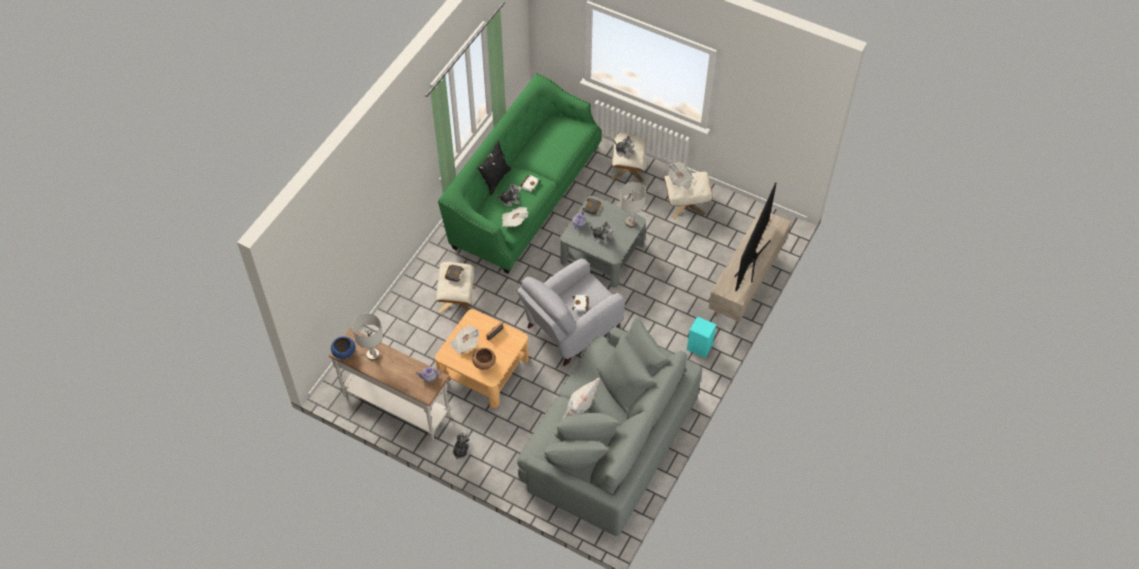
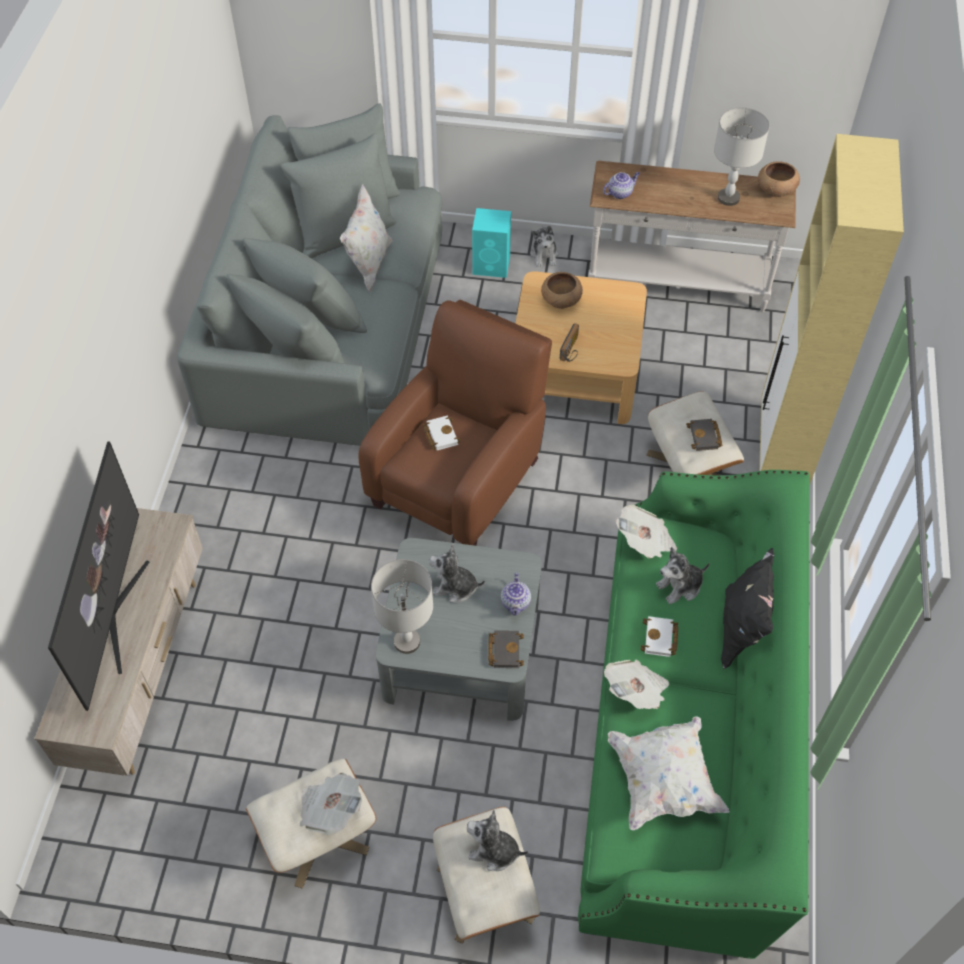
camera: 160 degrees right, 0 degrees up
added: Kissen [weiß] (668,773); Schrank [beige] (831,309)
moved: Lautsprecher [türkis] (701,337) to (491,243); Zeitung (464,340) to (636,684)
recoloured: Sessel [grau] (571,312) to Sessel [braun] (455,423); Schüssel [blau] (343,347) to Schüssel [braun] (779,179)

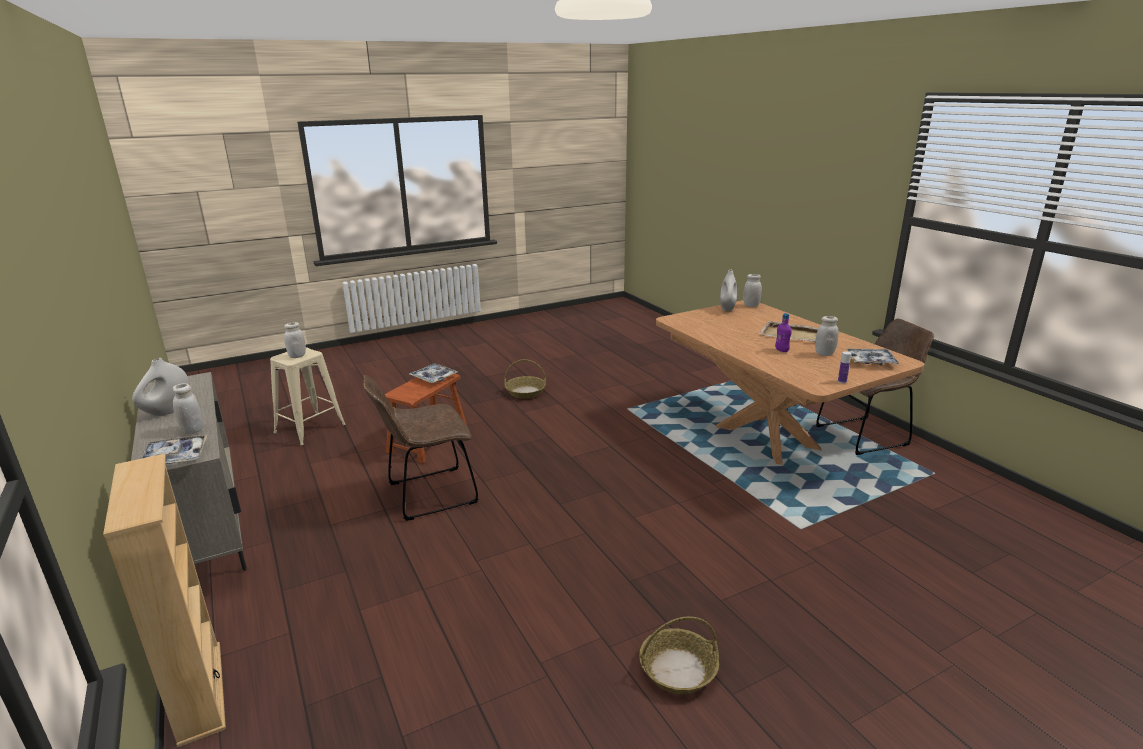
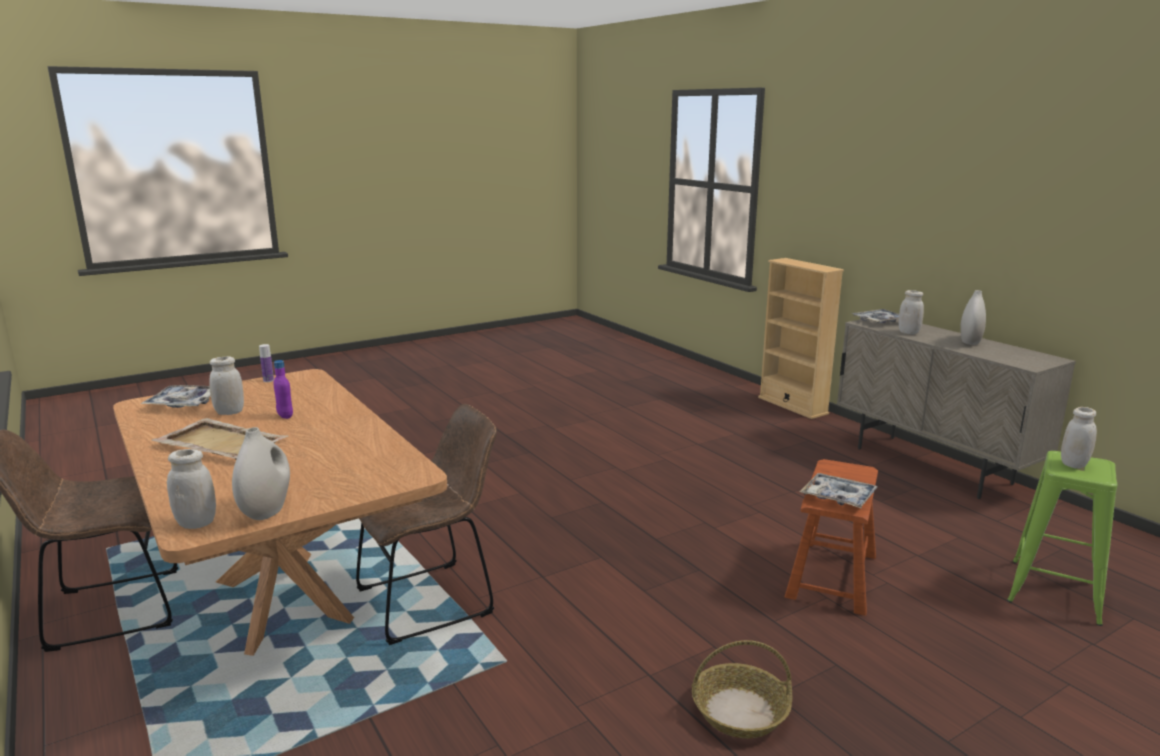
camera: 175 degrees right, 5 degrees down
removed: Korb (679,655)
moved: Stuhl [braun] (420,448) to (426,524)
recoloured: Hocker [beige] (308,396) to Hocker [grün] (1062,538)

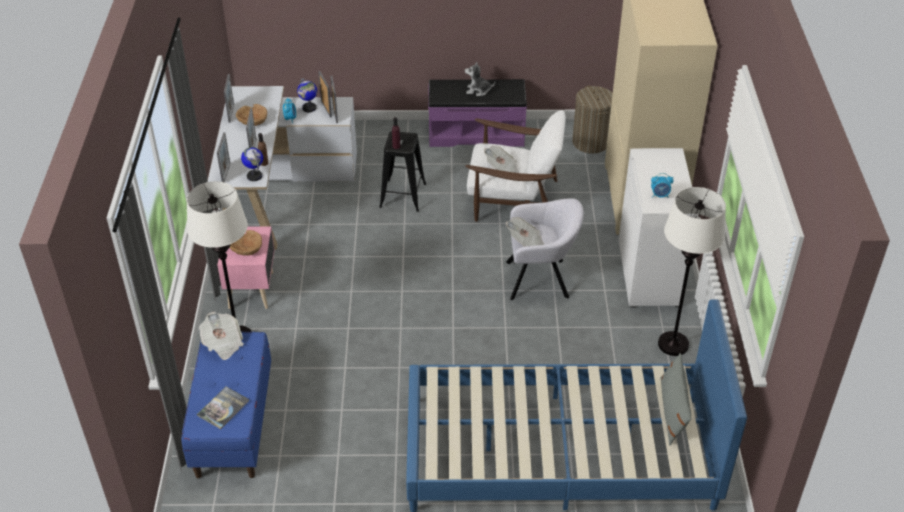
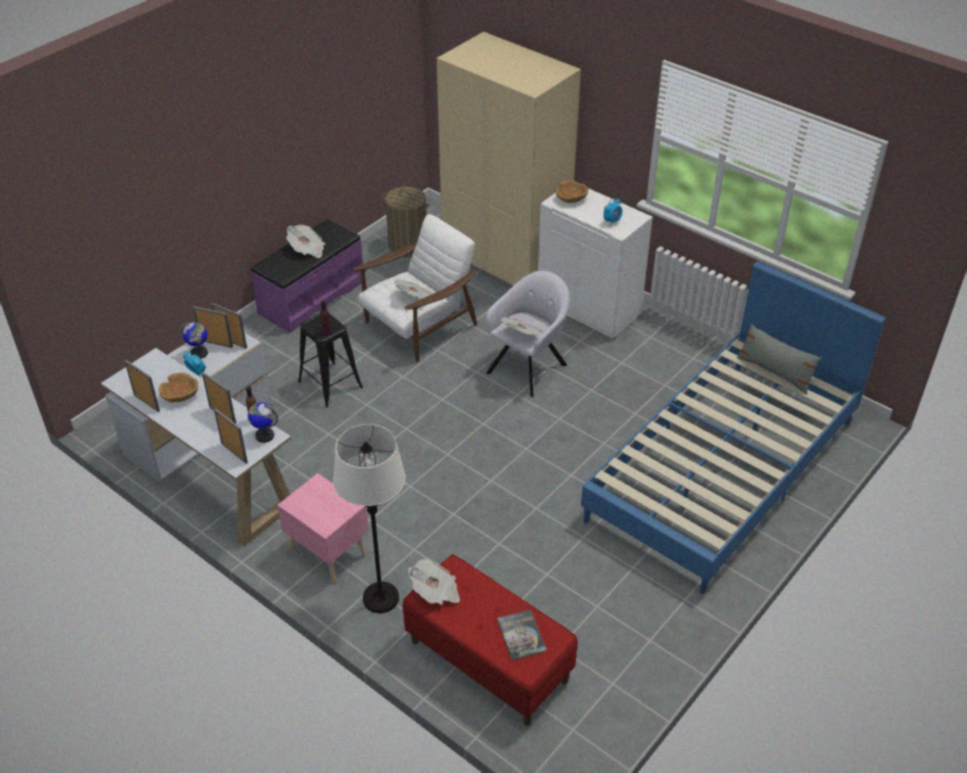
camera: 50 degrees left, 0 degrees up
removed: Stehlampe [weiß] (692,271)
moved: Schüssel [braun] (246,242) to (571,191)
replaced: Plüschtier (480,78) to Zeitung (305,241)
recoloured: Bank [blau] (226,405) to Bank [rot] (490,640)

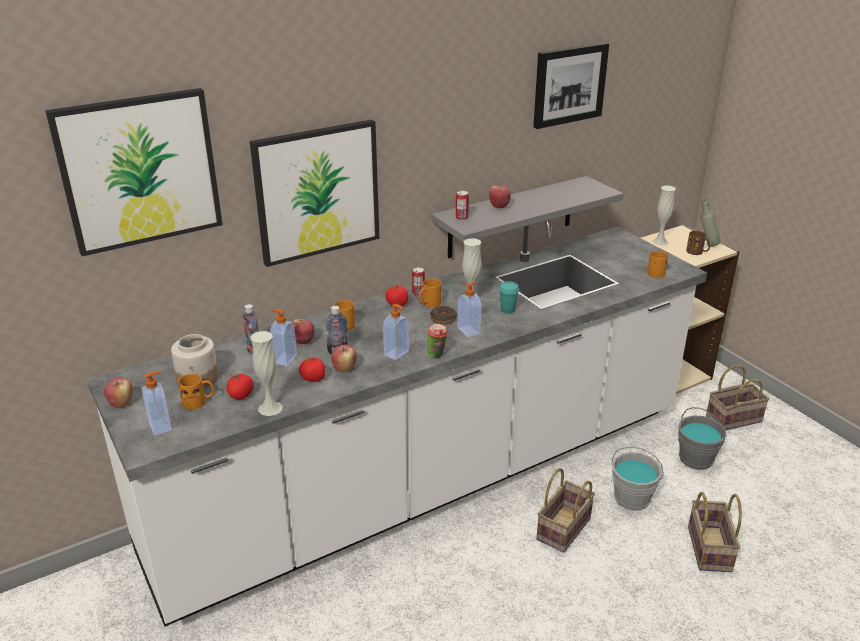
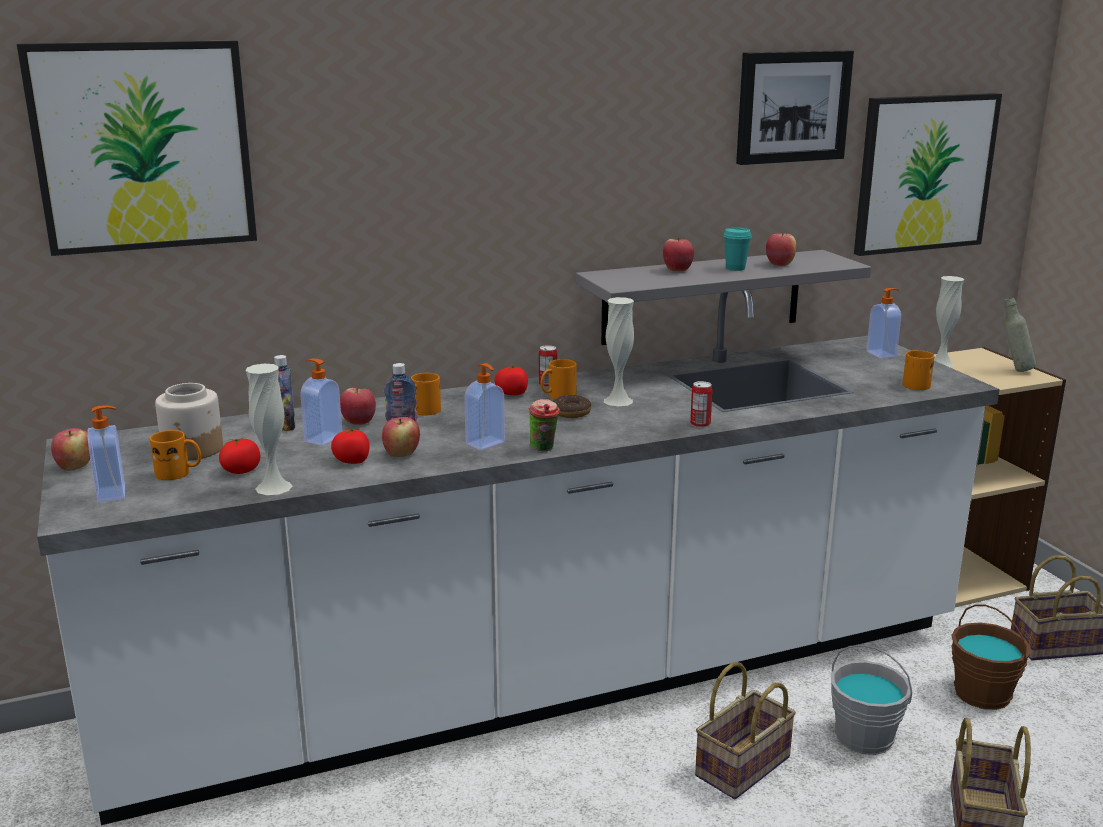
camera: 10 degrees right, 10 degrees down
removed: Henkelbecher [braun] (698,243)
added: Apfel (781,249)
moved: Dose (462,205) to (701,404); Tasse [türkis] (509,297) to (737,249); Bild (315,193) to (928,174); Seifenspender (469,309) to (883,323)
recoloured: Eimer [grau] (702,438) to Eimer [braun] (991,657)

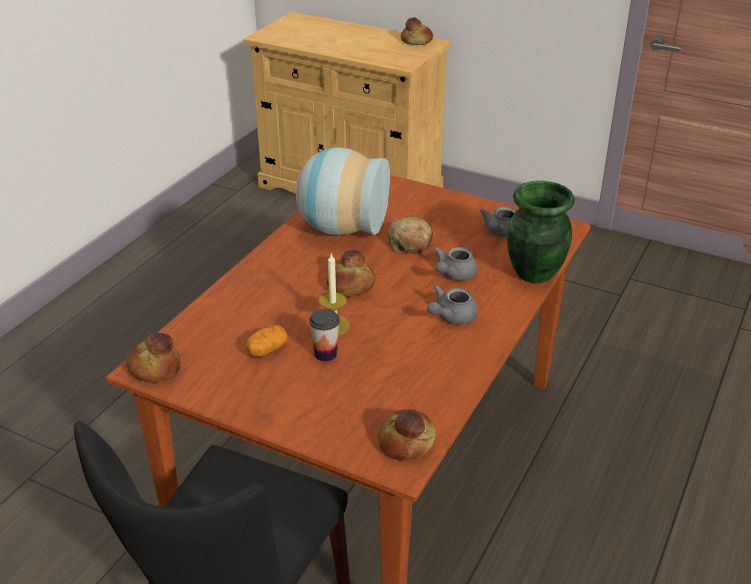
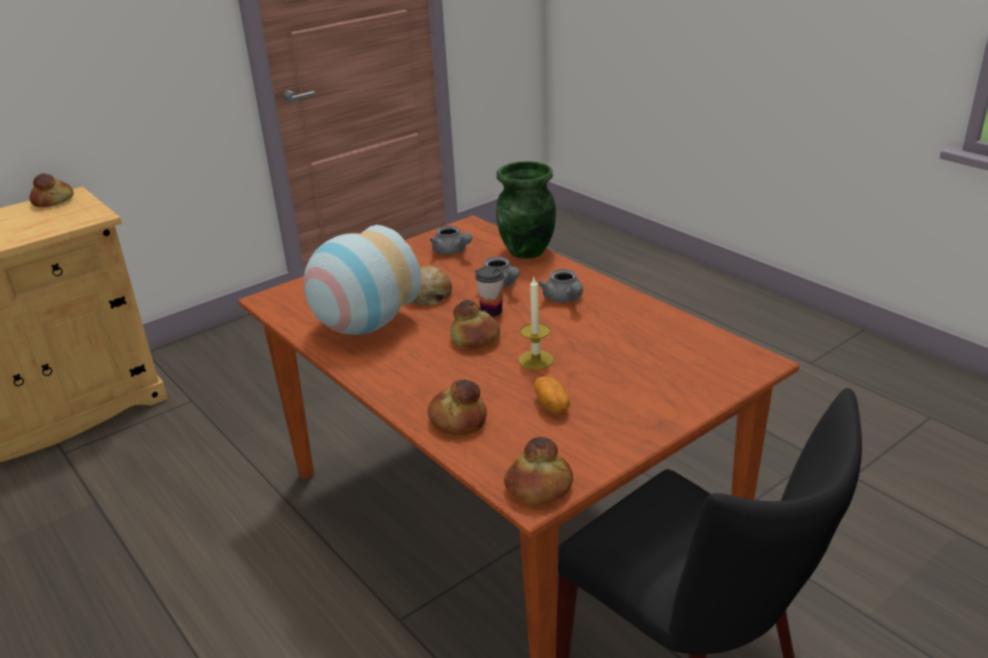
camera: 65 degrees left, 5 degrees down
moved: Brot (407,435) to (457,407); Tasse (324,335) to (489,291)

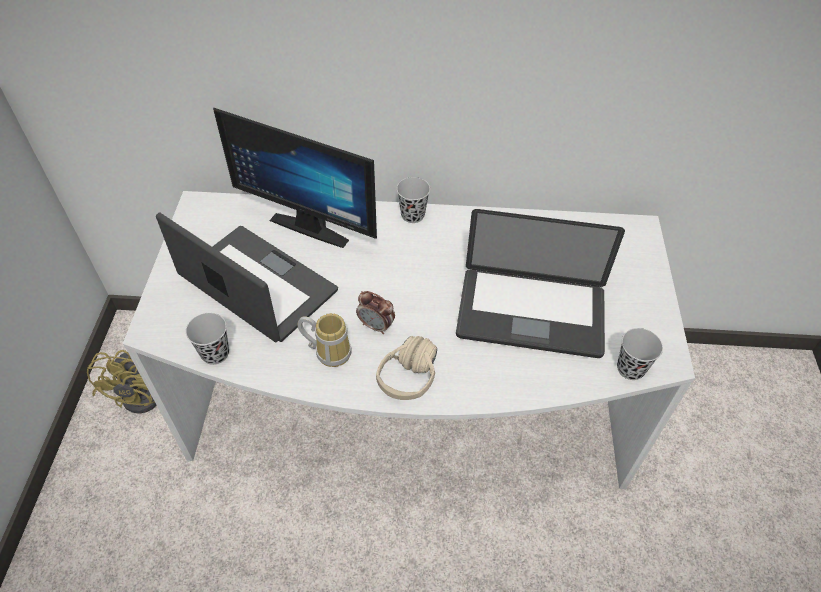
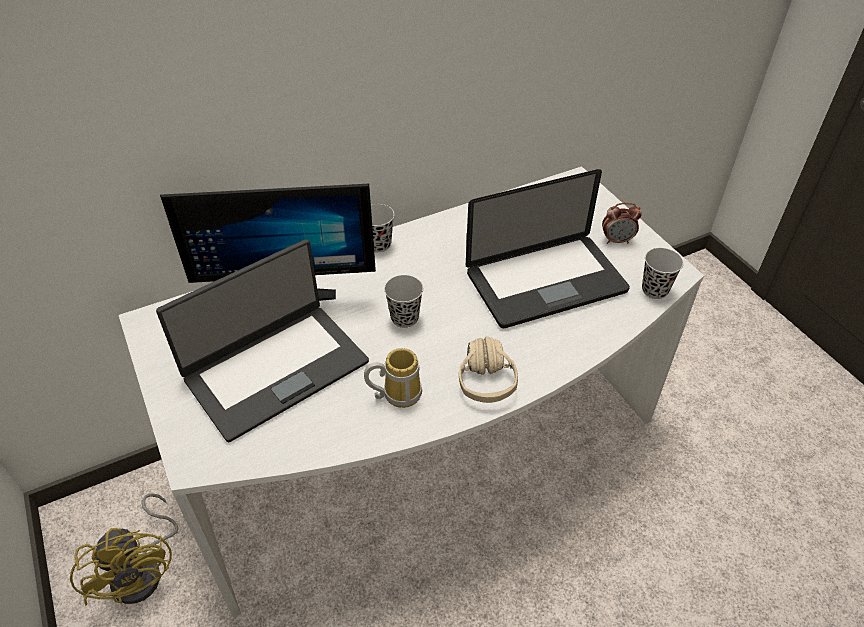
camera: 30 degrees left, 5 degrees down
moved: Tasse [schwarz] (207,339) to (403,301); Wecker (375,312) to (622,223)
turned: Laptop (247,277) = (262,340) 135 degrees clockwise

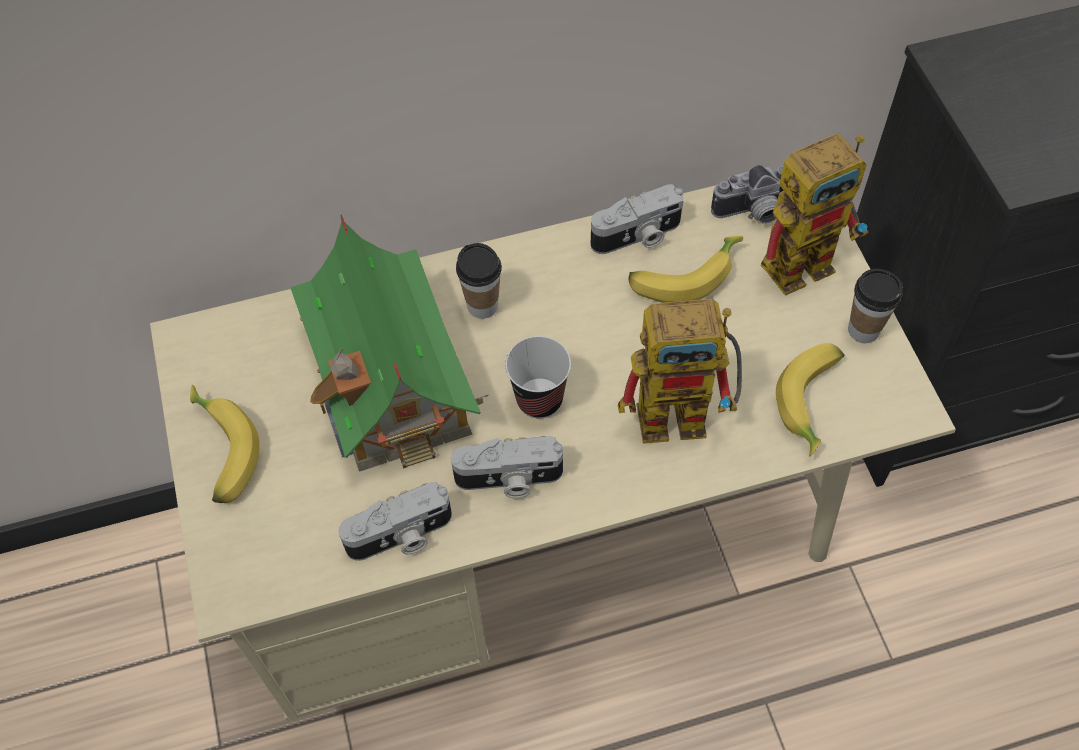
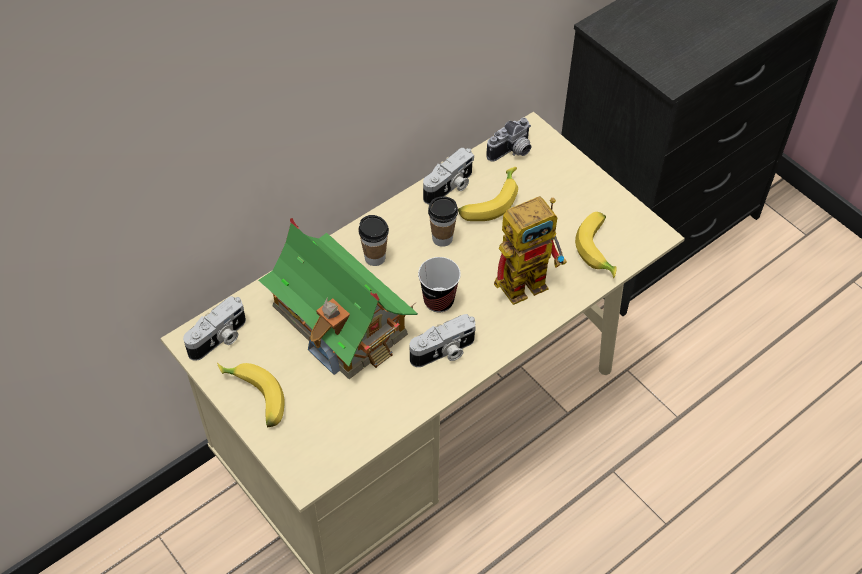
camera: 25 degrees left, 5 degrees down
removed: Spielzeugroboter (815,214)
moved: Kamera (395,521) to (214,328); Tasse (875,306) to (443,221)

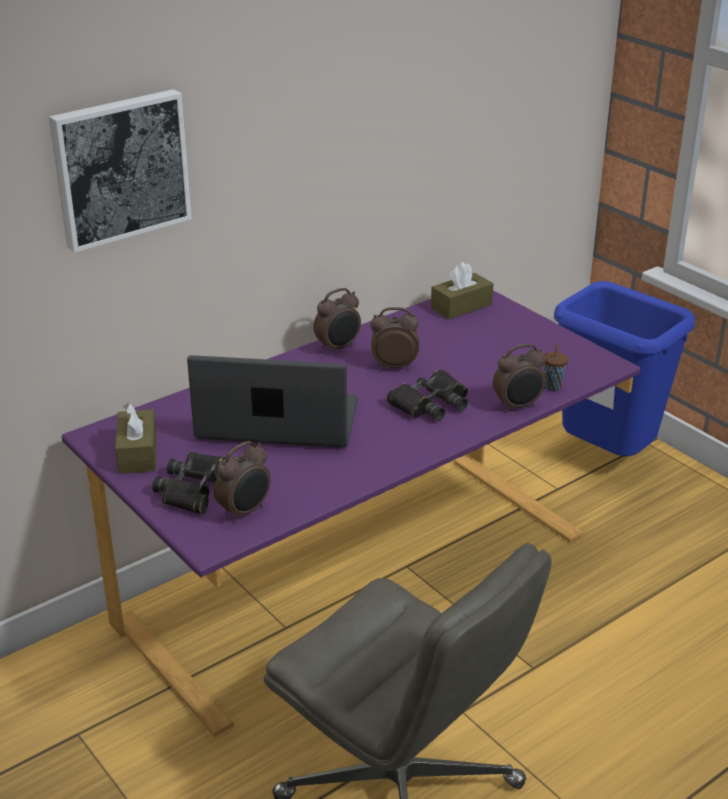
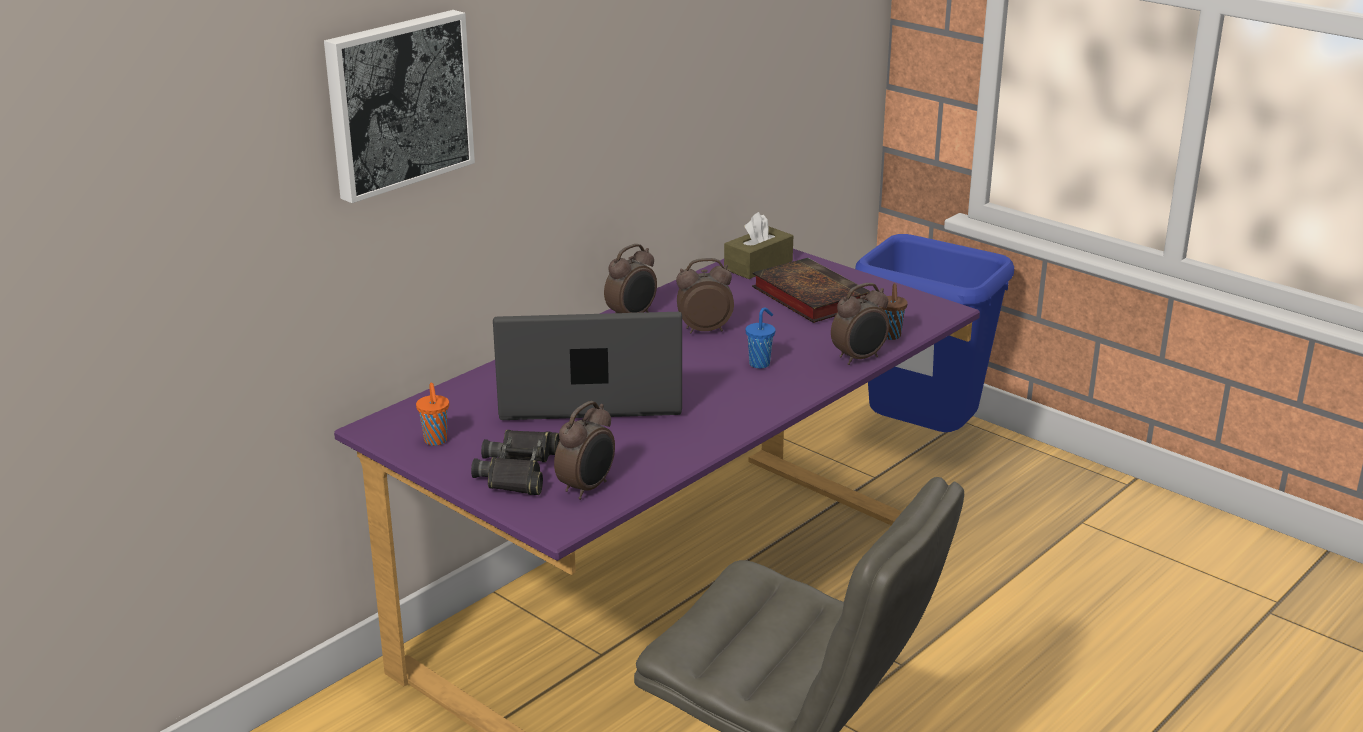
camera: 10 degrees left, 5 degrees down
added: Buch (811,290)
replaced: Taschentuchbox [braun] (136,438) to Tasse [orange] (432,414); Fernglas [schwarz] (427,395) to Tasse [blau] (761,338)

